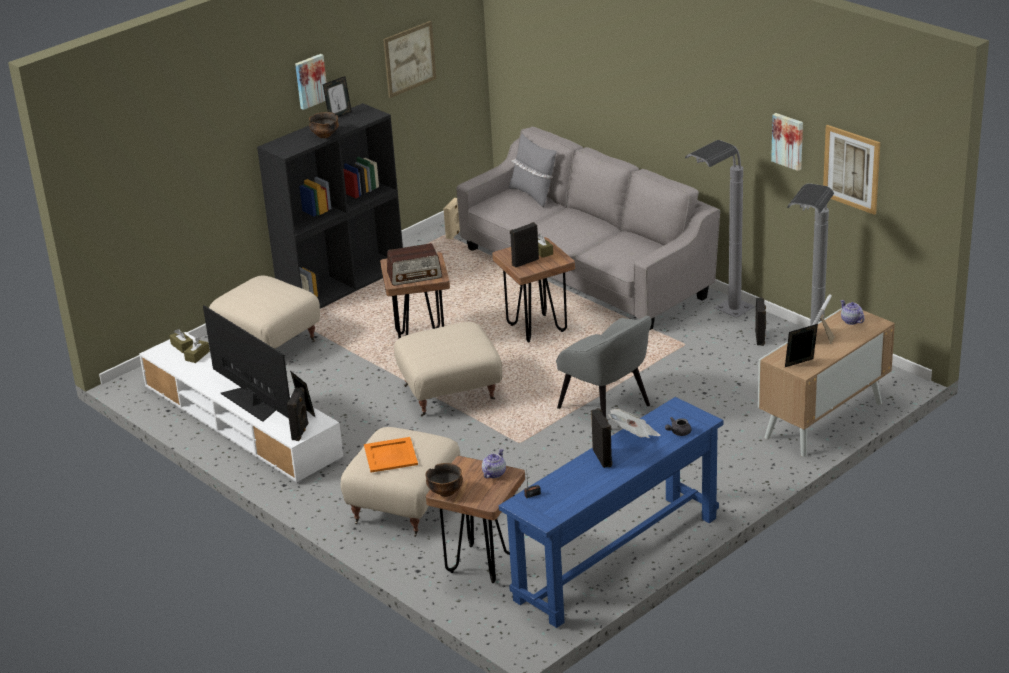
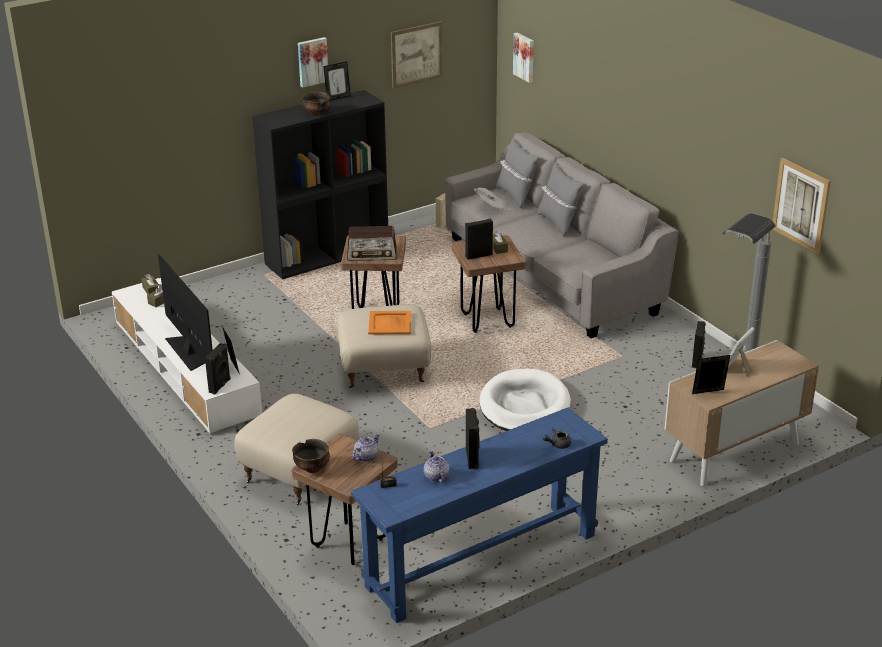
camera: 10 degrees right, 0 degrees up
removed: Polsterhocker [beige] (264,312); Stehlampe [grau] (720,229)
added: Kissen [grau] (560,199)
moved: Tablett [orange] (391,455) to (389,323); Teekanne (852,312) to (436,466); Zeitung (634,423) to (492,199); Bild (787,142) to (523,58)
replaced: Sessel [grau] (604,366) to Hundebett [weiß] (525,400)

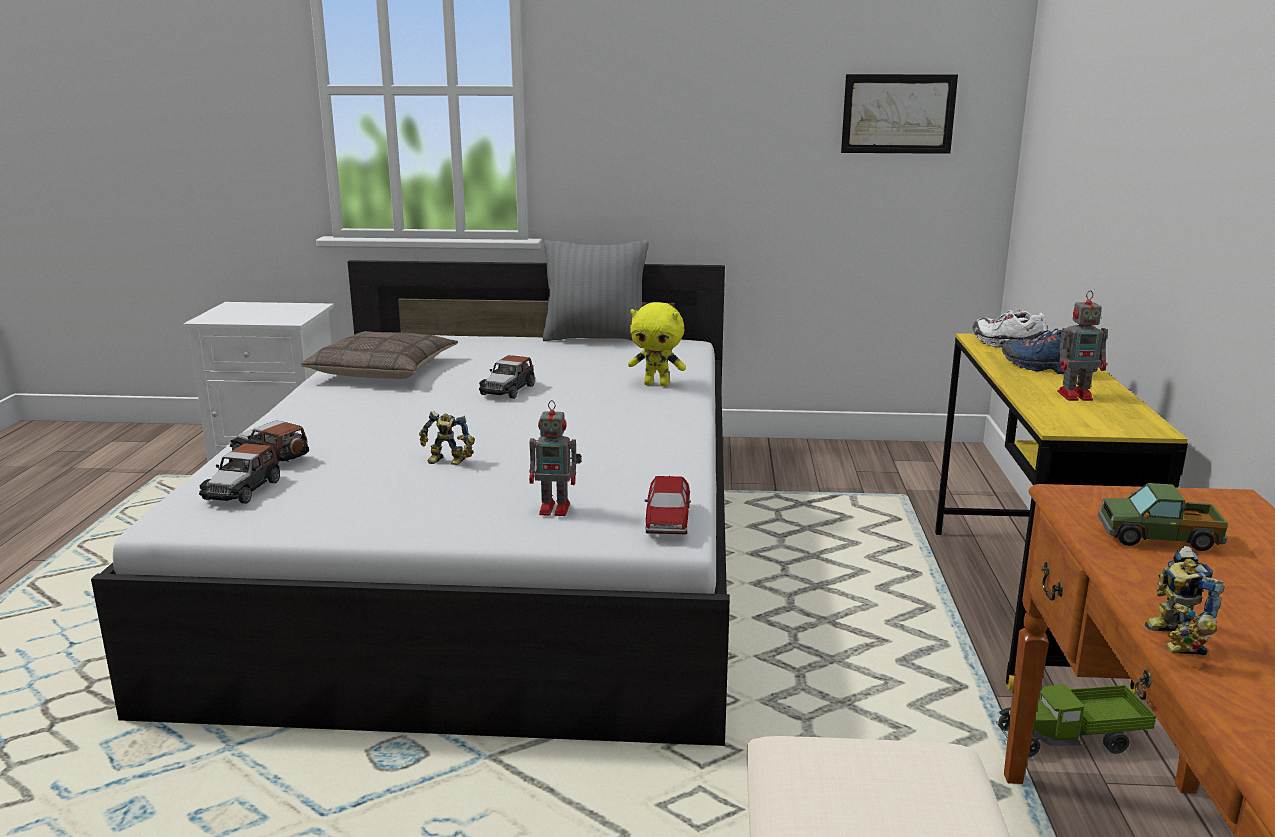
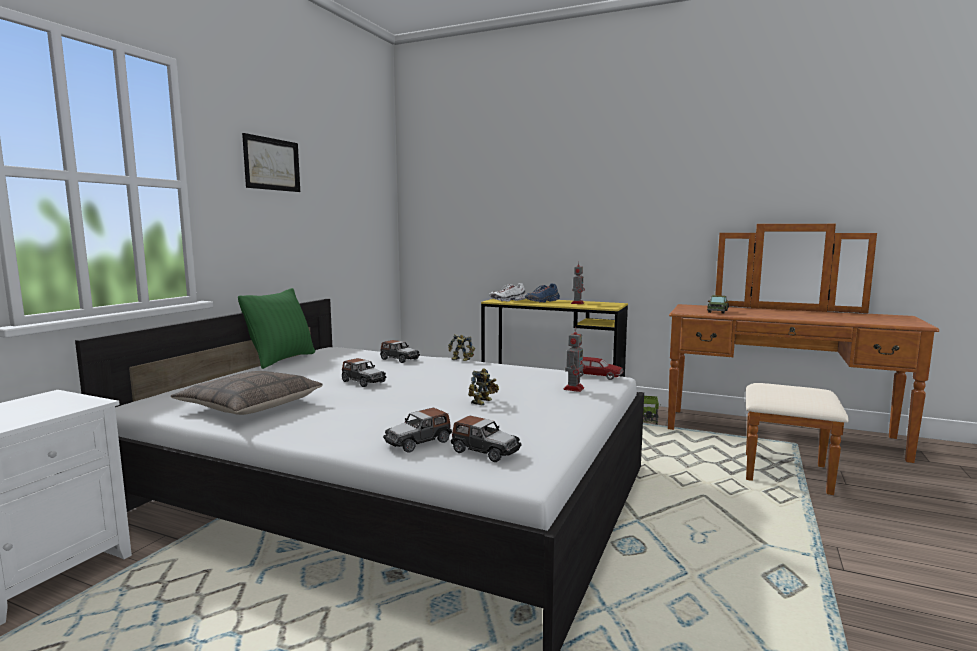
camera: 70 degrees left, 10 degrees down
moved: Bild (899,114) to (271,162); Spielzeugroboter (1184,600) to (461,347)
replaced: Plüschtier [gelb] (657,344) to Spielzeugauto (400,351)
recoloured: Kissen [grau] (595,290) to Kissen [grün] (276,328)

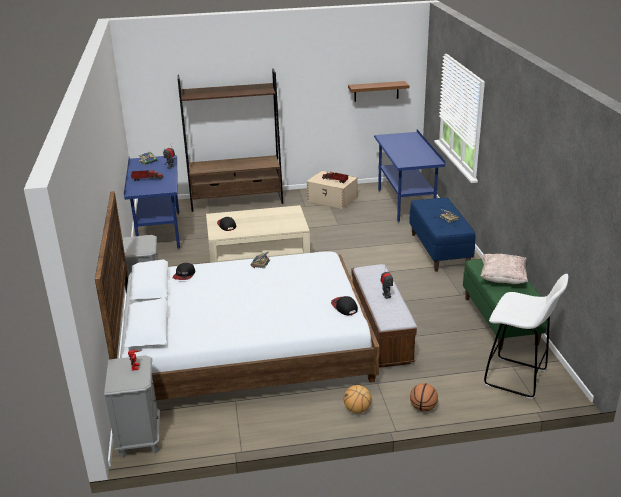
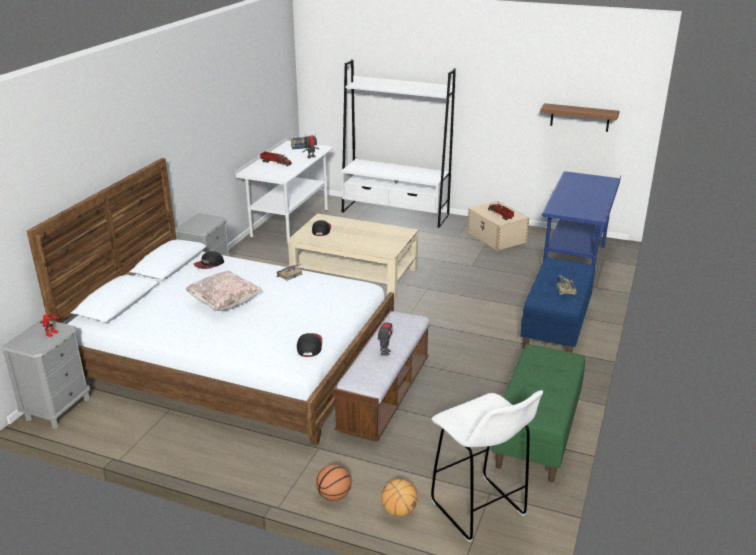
camera: 30 degrees right, 0 degrees up
moved: Kissen [beige] (504,269) to (223,291); Basketball (357,399) to (399,498)
recoloured: Schreibtisch [blau] (152,202) to Schreibtisch [weiß] (284,191); Bücherregal [braun] (230,140) to Bücherregal [weiß] (398,143)

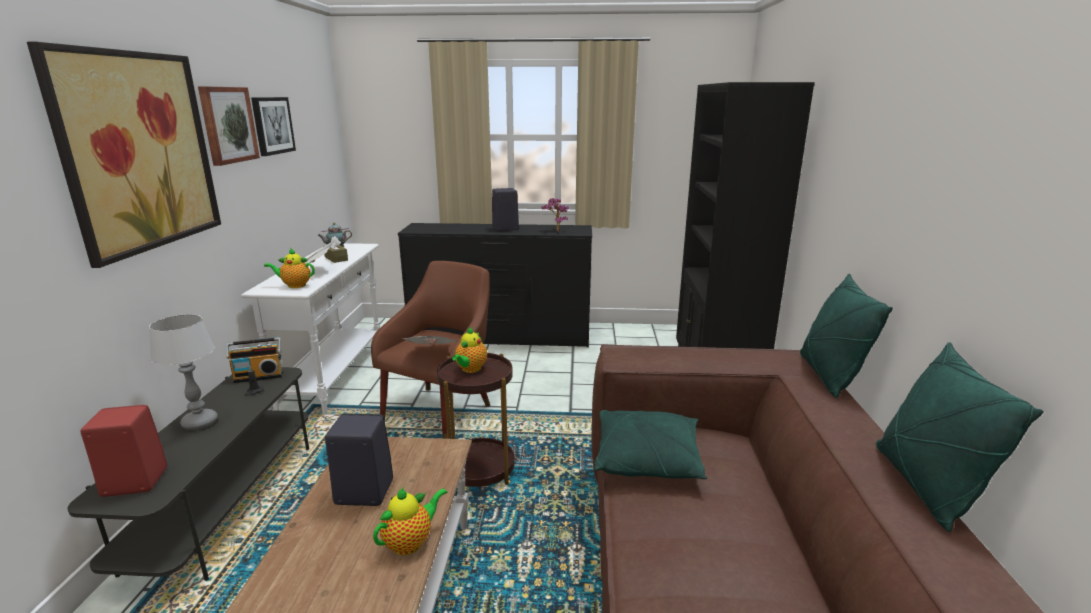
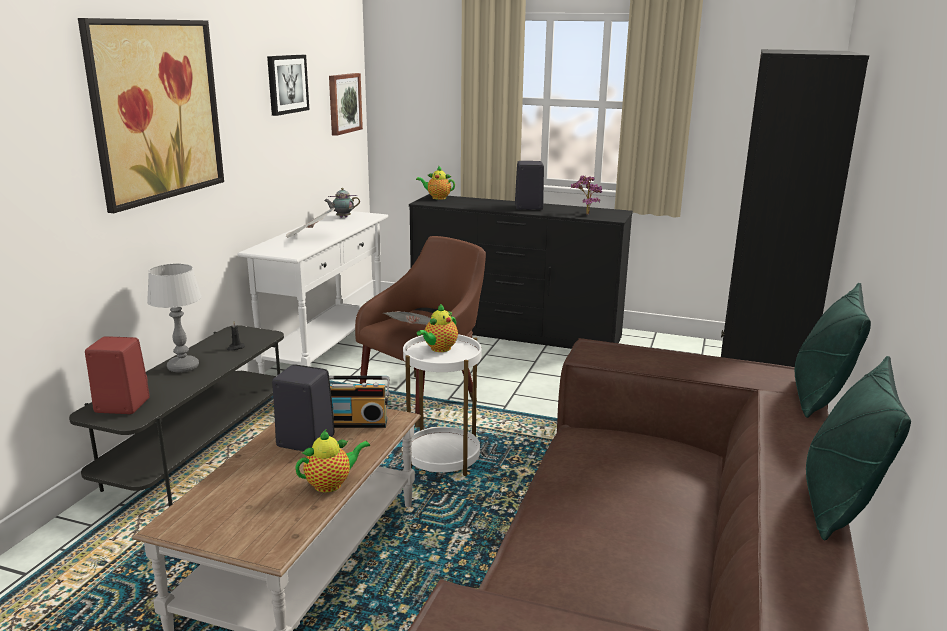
camera: 15 degrees right, 0 degrees up
removed: Taschentuchbox [braun] (335,249); Kissen [grün] (650,444)
moved: Bild (229,126) to (346,104); Radio (254,360) to (359,402); Teekanne (289,268) to (435,182)
recoloured: Beistelltisch [braun] (476,420) to Beistelltisch [weiß] (442,405)

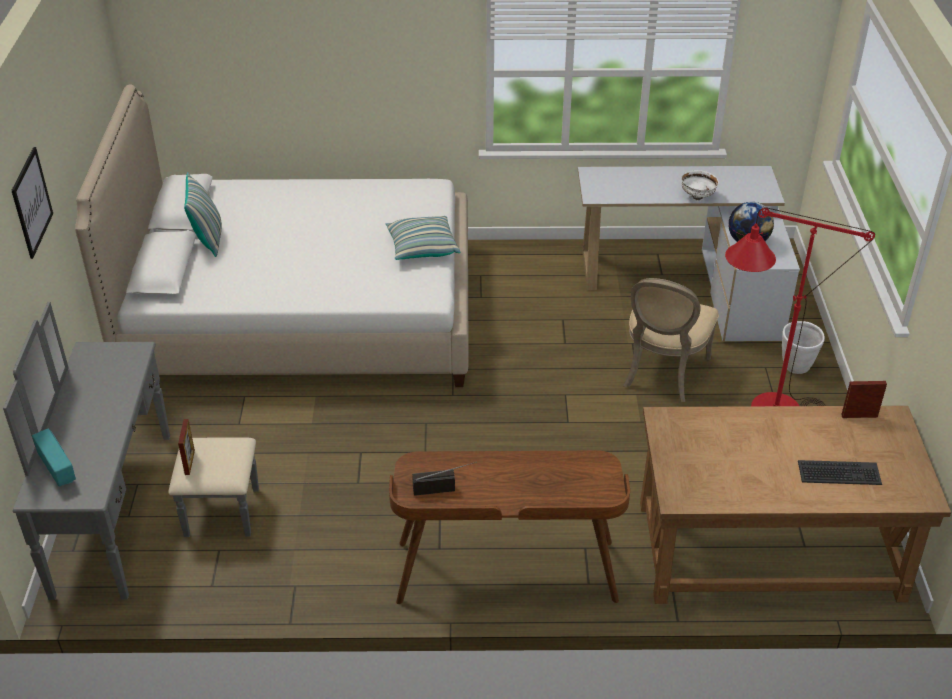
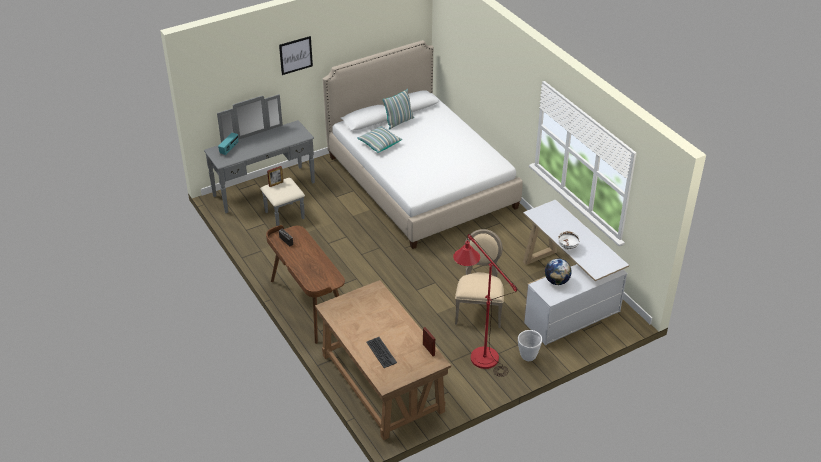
camera: 60 degrees right, 0 degrees up
moved: Kissen (423,238) to (379,139)
turned: Stuhl [beige] (671,340) = (479,278) 105 degrees clockwise

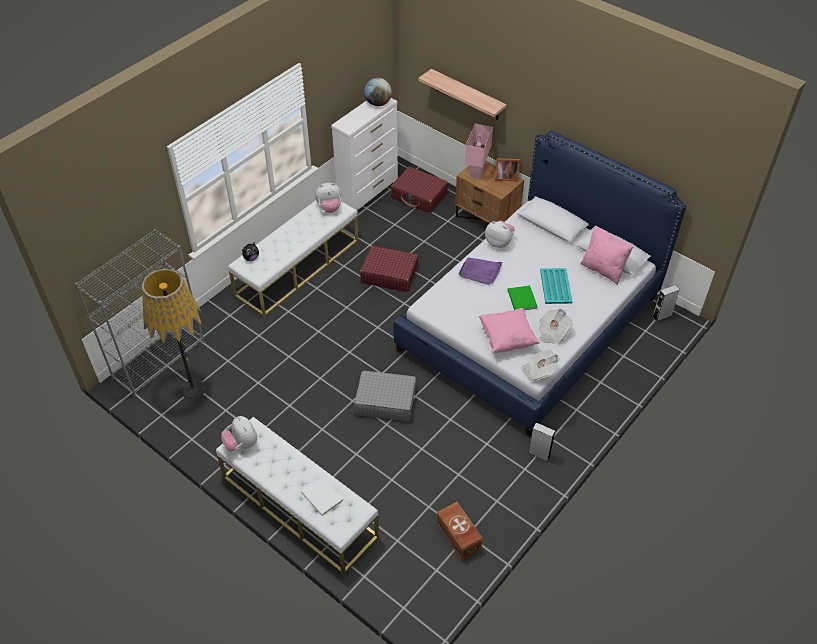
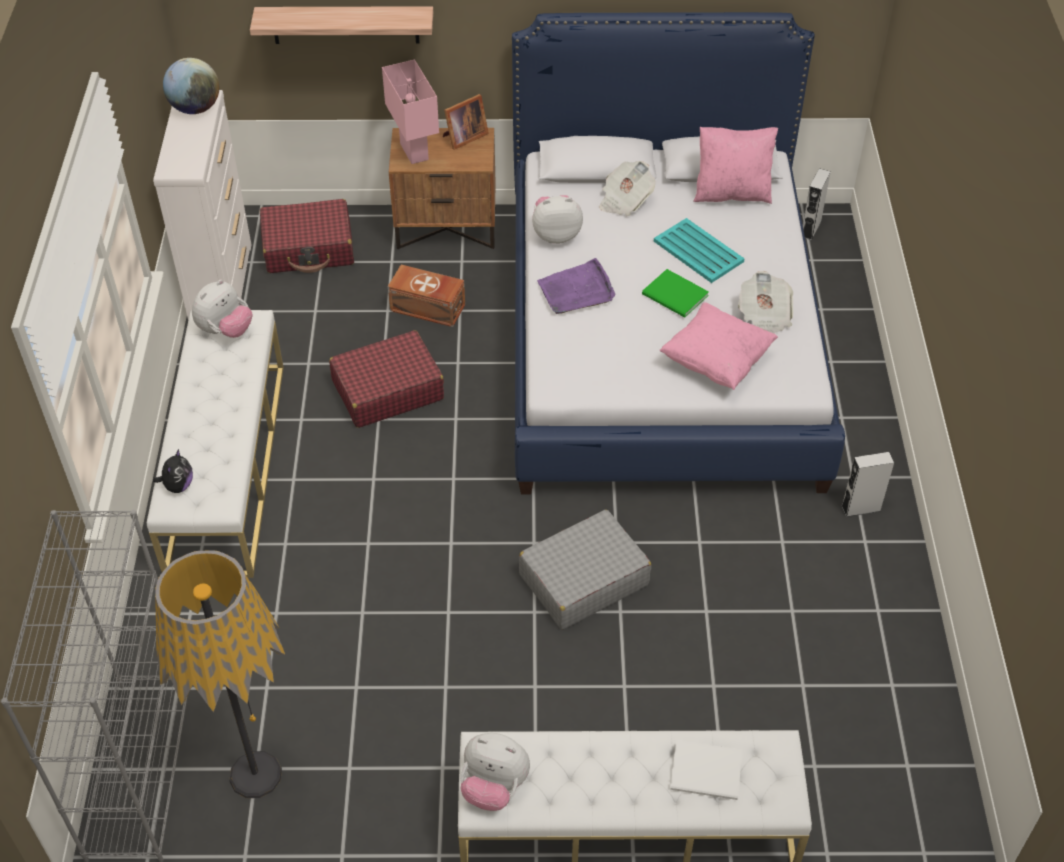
camera: 40 degrees left, 0 degrees up
moved: Aufbewahrungsbox [braun] (460,531) to (426,295); Zeitung (540,365) to (627,188)

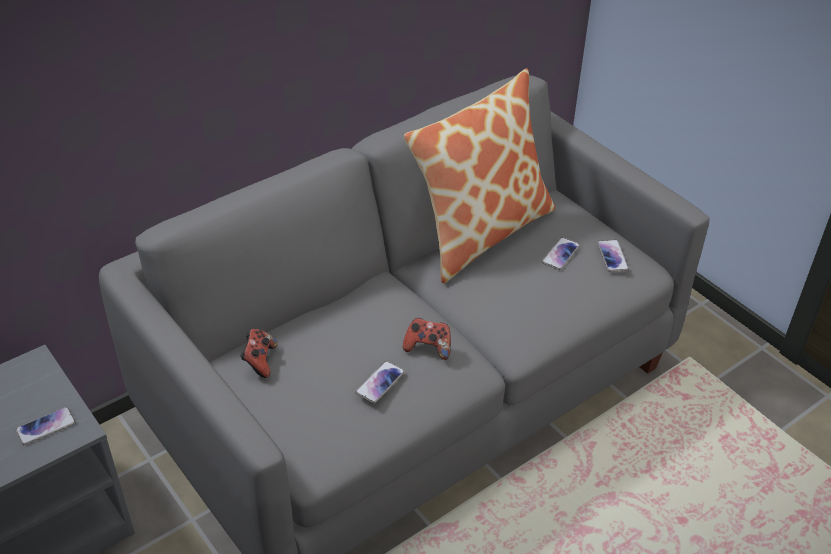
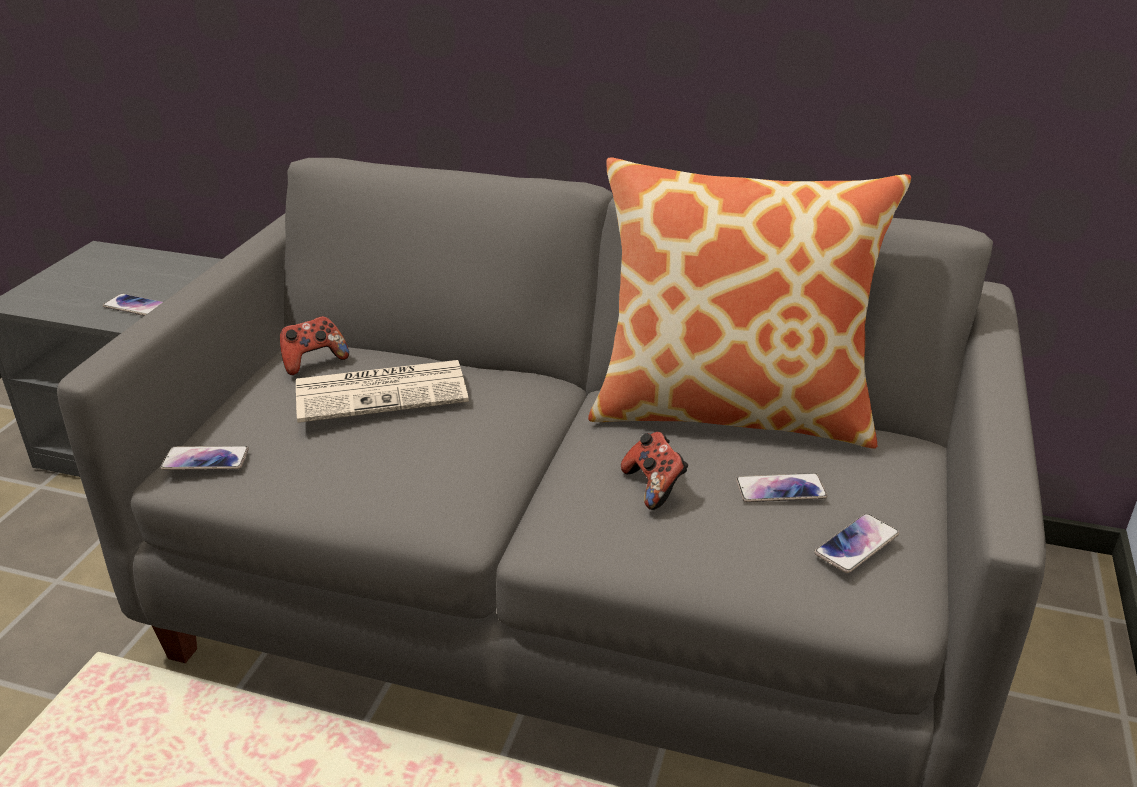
camera: 55 degrees right, 10 degrees down
added: Zeitung (382,391)
moved: Handy (380,382) to (205,458); Gamepad (427,339) to (654,471)

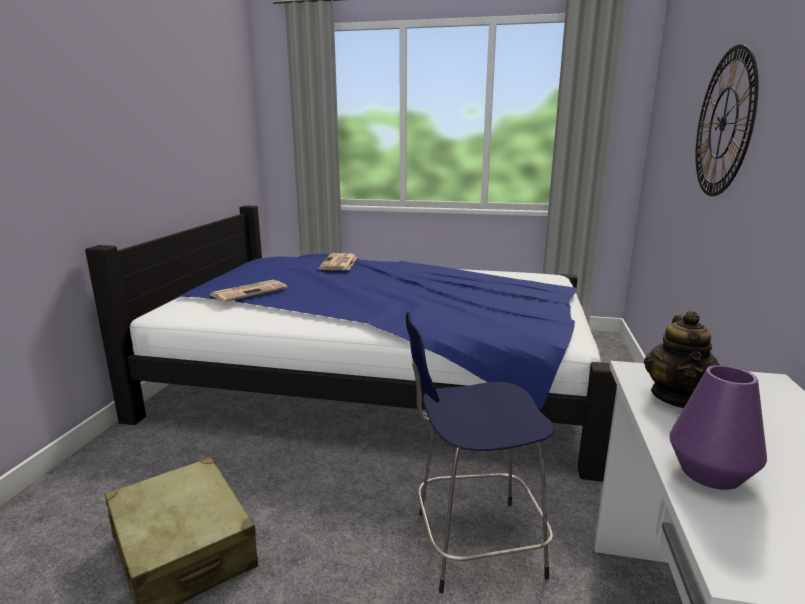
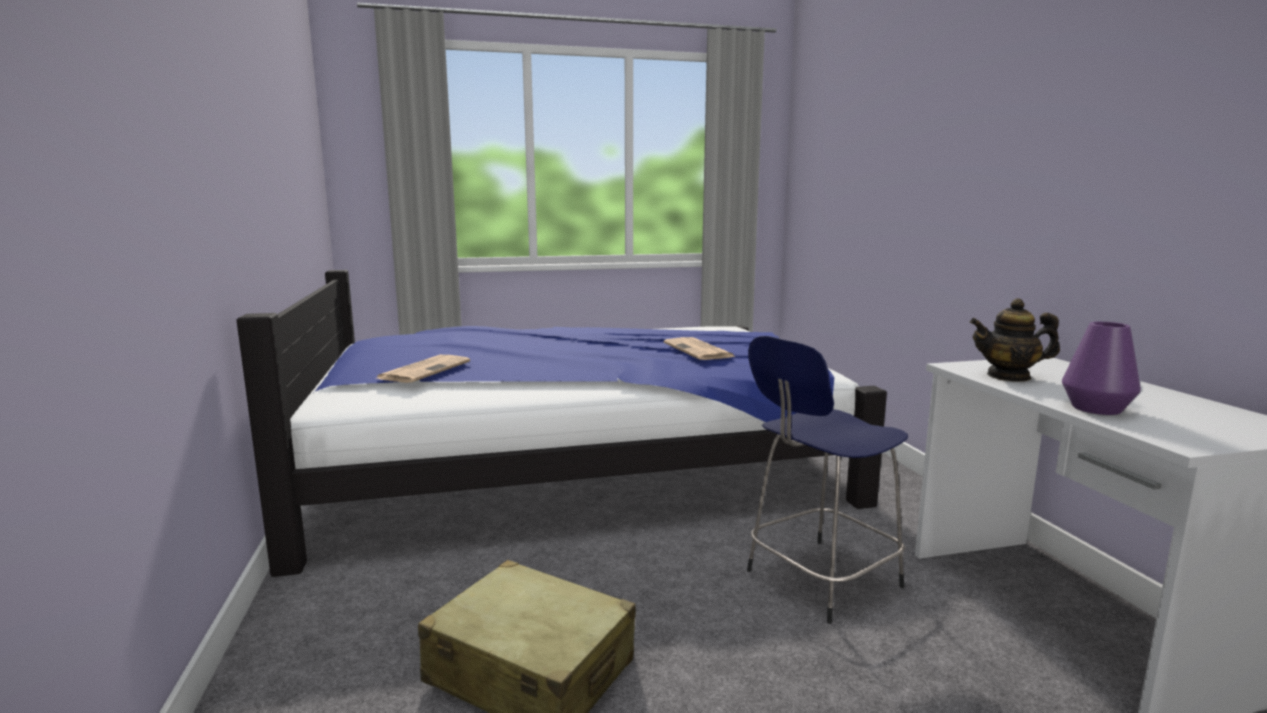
camera: 25 degrees left, 5 degrees down
removed: Wanduhr (726,120)
moved: Zeitung (338,261) to (700,348)
turned: Teekanne (682,359) = (1014,340) 105 degrees clockwise

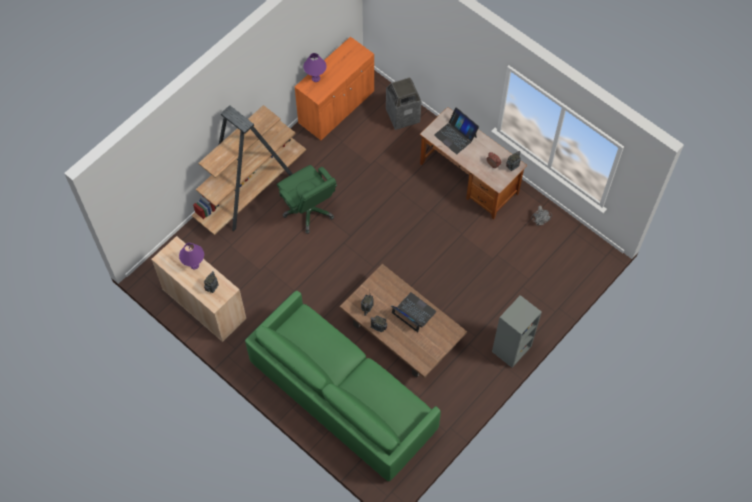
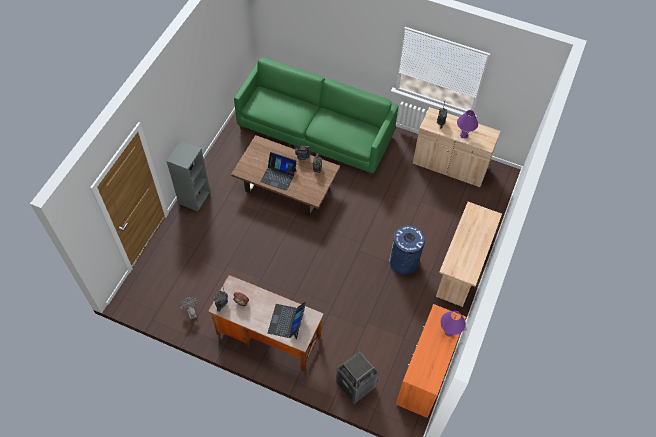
camera: 160 degrees right, 5 degrees down
replaced: Bürostuhl [grün] (307,199) to Mülleimer [blau] (407,250); Bücherregal [braun] (249,170) to Schreibtisch [beige] (469,254)
turned: Laptop (456,130) = (287,321) 105 degrees counterclockwise

